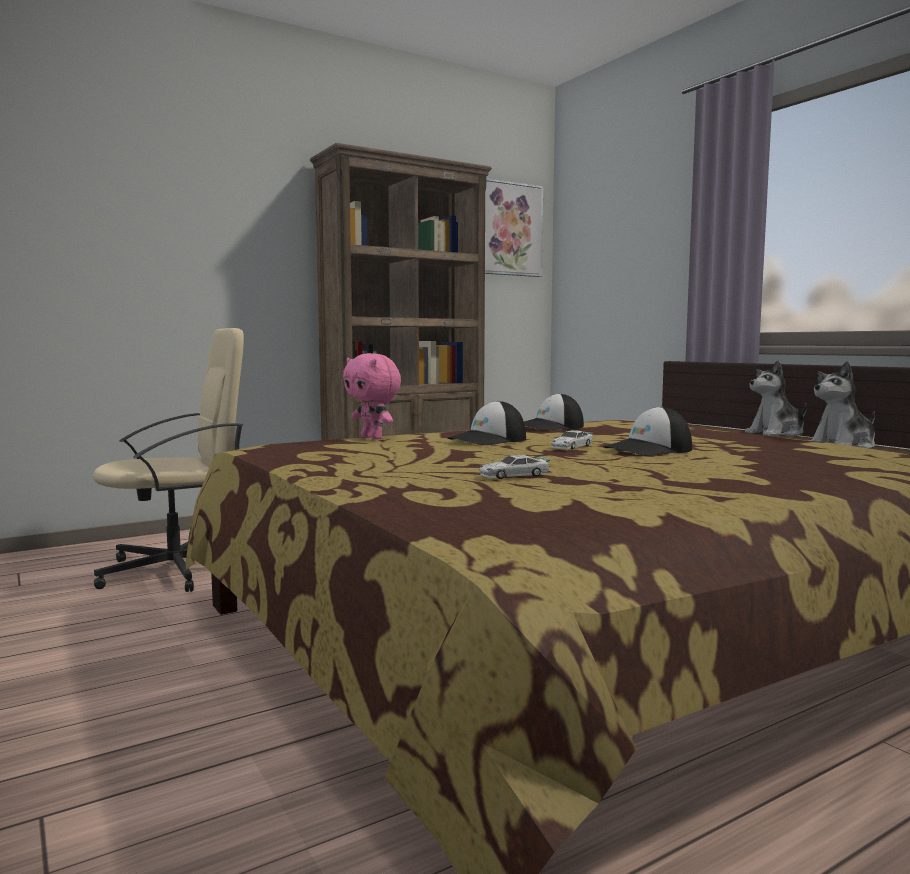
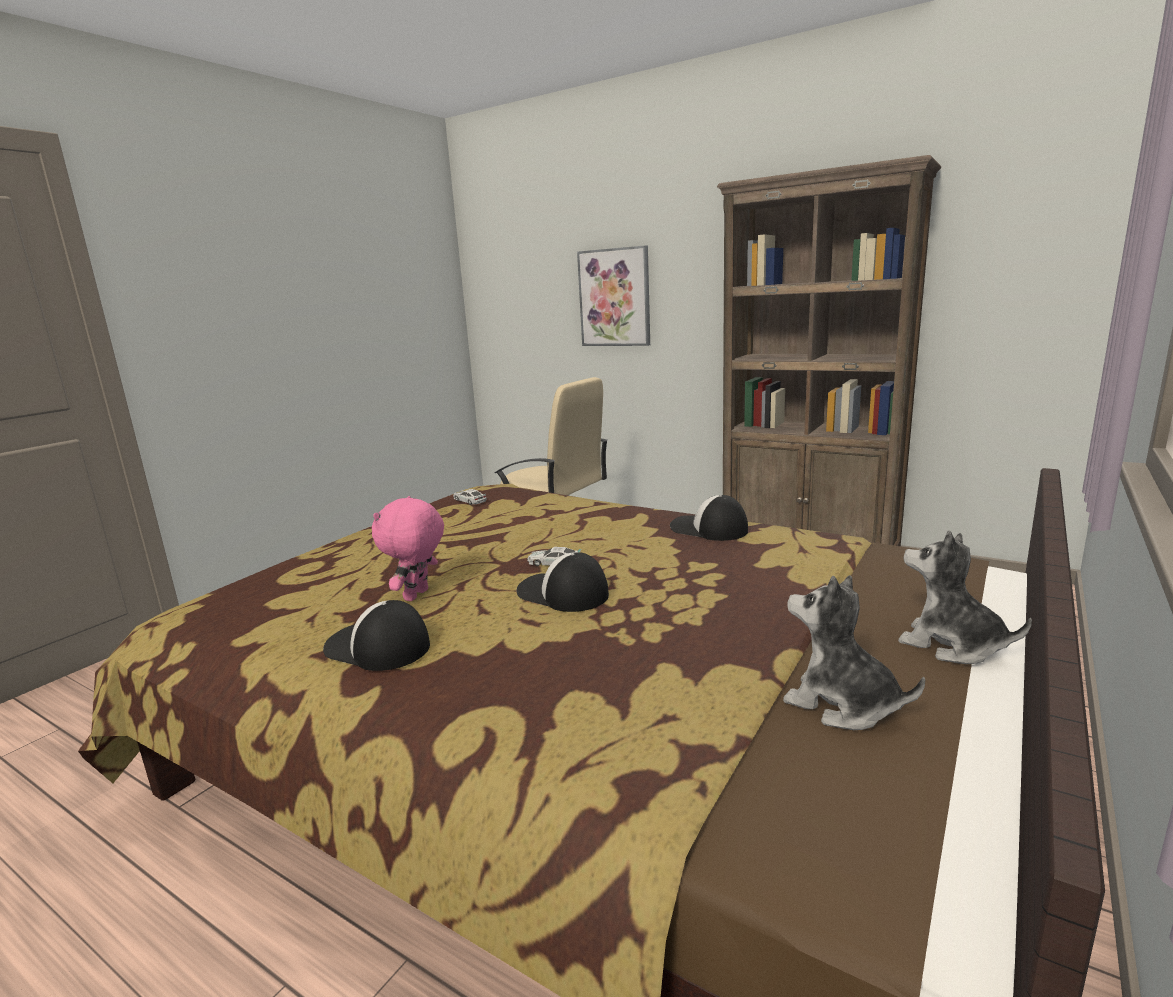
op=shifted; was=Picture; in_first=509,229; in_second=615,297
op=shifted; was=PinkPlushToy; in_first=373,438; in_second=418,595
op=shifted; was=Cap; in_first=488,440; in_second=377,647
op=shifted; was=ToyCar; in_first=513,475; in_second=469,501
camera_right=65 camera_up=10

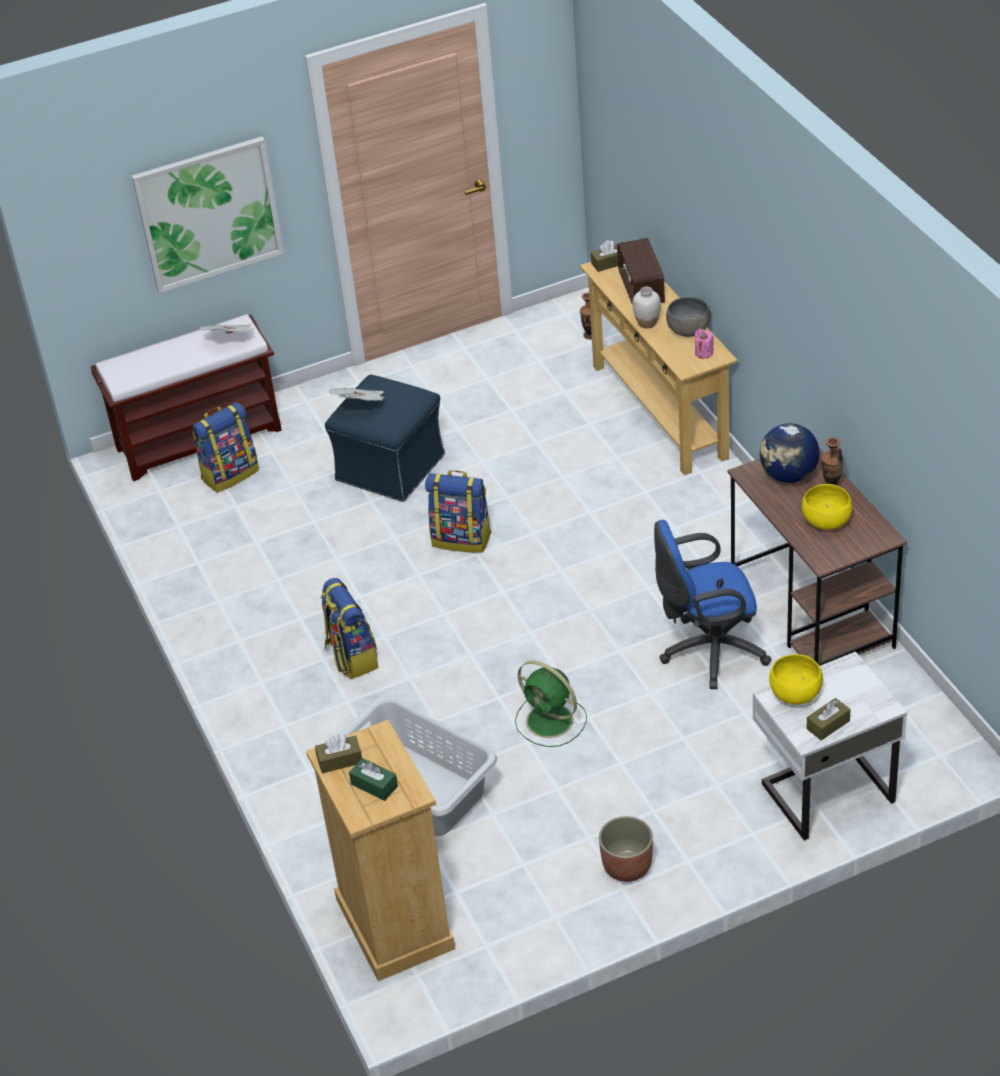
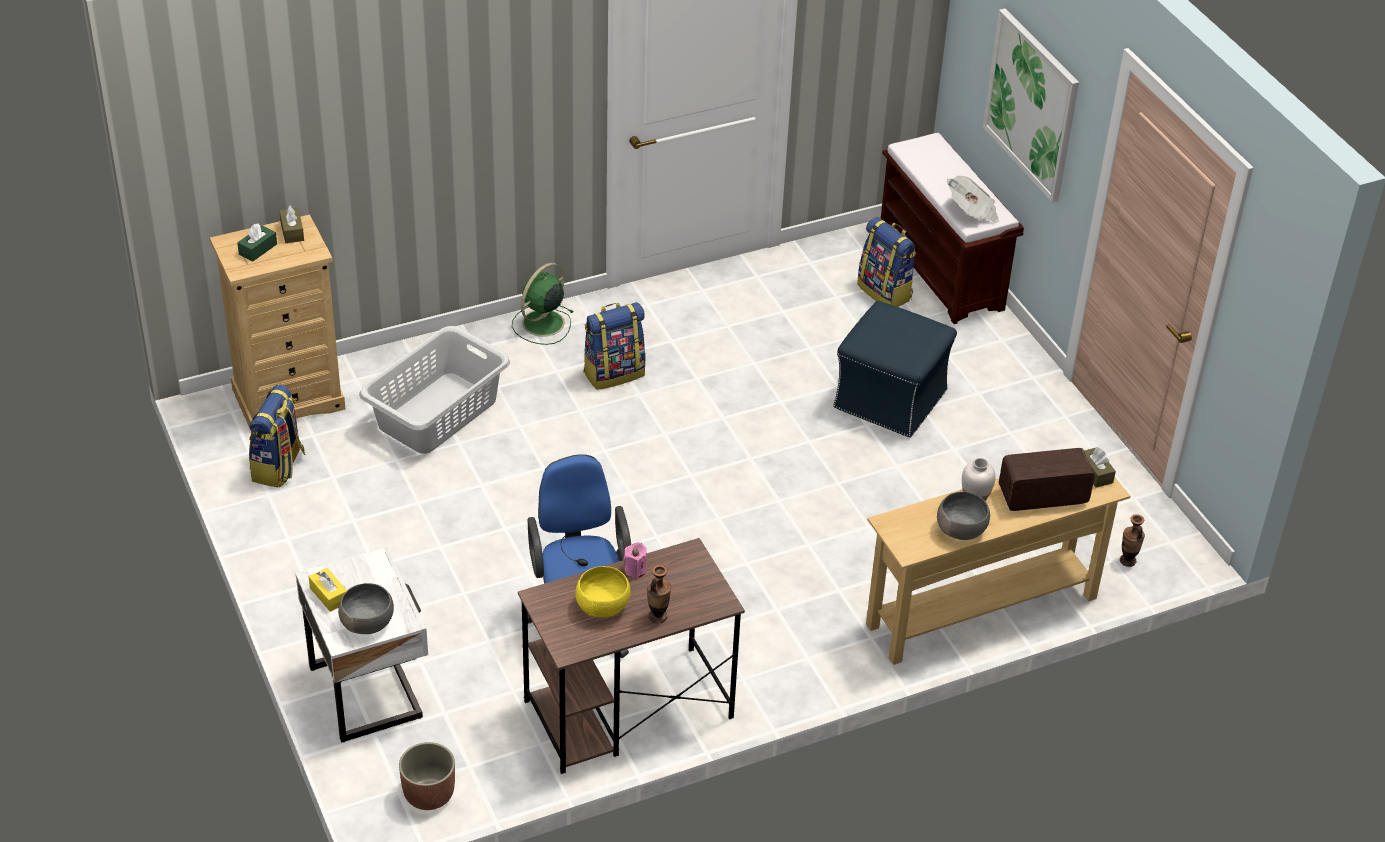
op=shifted; was=PinkCandle; in_first=704,353; in_second=635,570
op=gone; was=Newspaper; in_first=361,405
op=gone; was=Globe; in_first=788,475
op=shifted; was=Backpack; in_first=462,539; in_second=279,467
op=gone; was=YellowBowl; in_first=795,693
op=shifted; was=GreenFan; in_first=551,721; in_second=542,324
op=repainted; was=BrownTissueBox; now=YellowTissueBox; in_first=828,725; in_second=329,595
op=shifted; was=Planter; in_first=627,866; in_second=428,794
op=new; now=GreyBowl; in_second=367,623
camera_right=85 camera_up=0

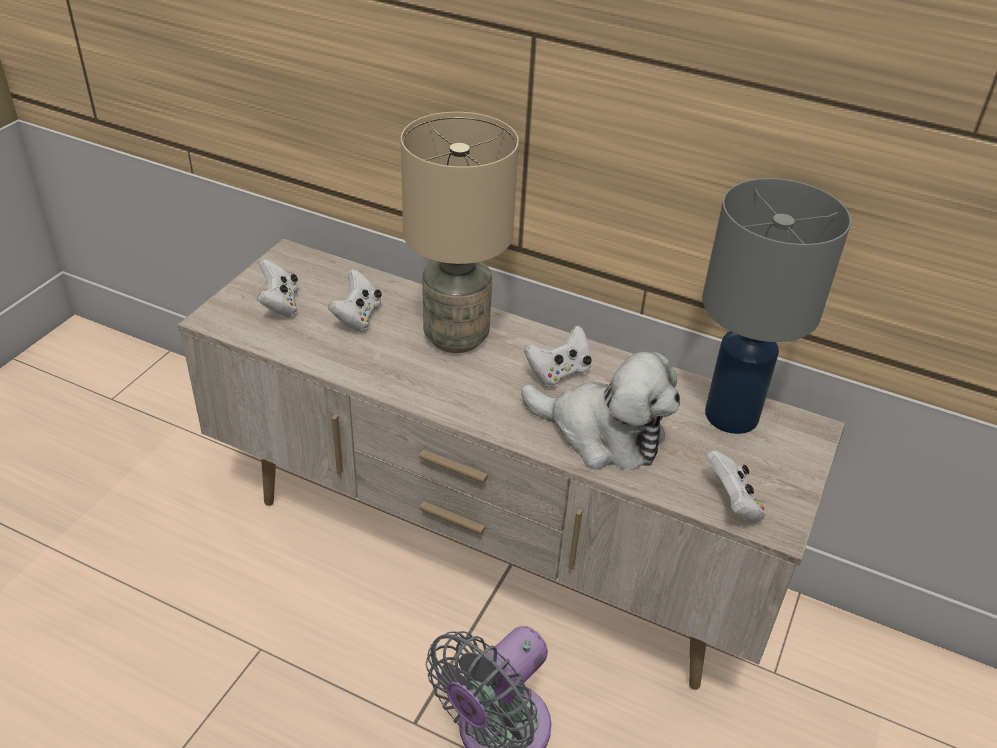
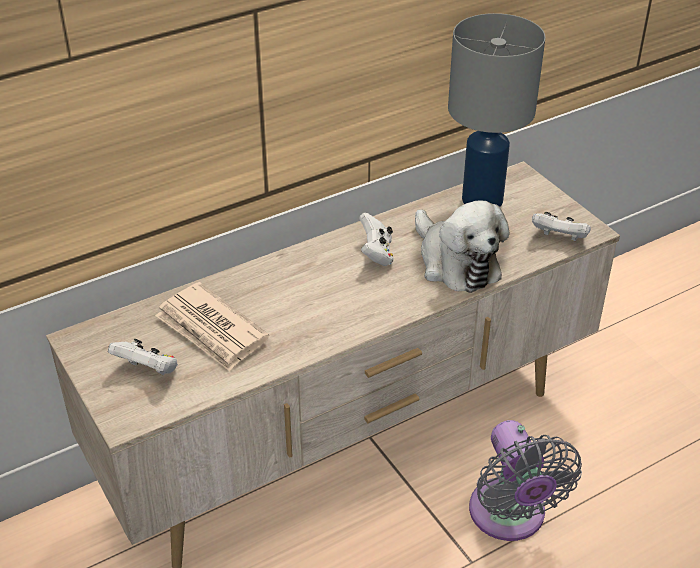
op=gone; was=BeigeTableLamp; in_first=456,335
op=swapped; was=WhiteGameController; now=Newspaper; in_first=357,317; in_second=211,330
op=rotated; was=PlushToy; in_first=602,434; in_second=455,262; clockwise=90
camera_right=-55 camera_up=0

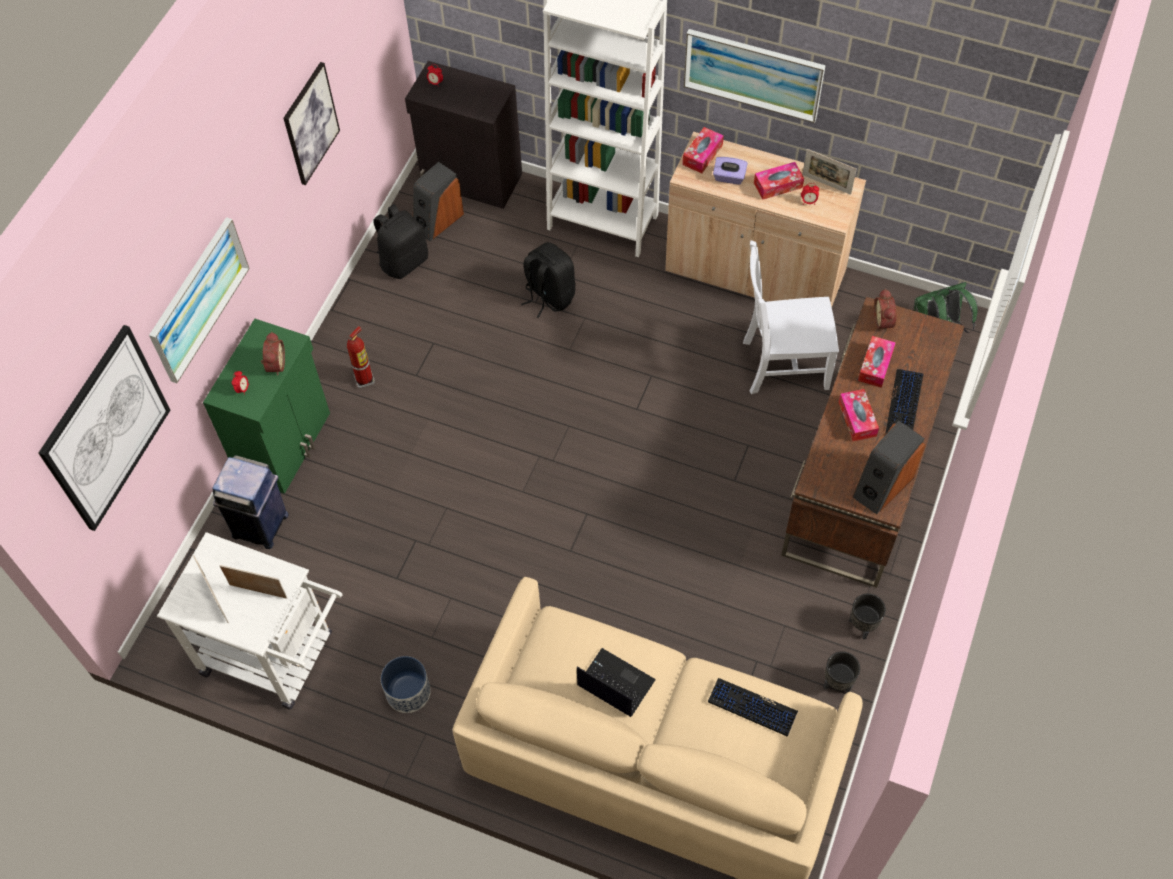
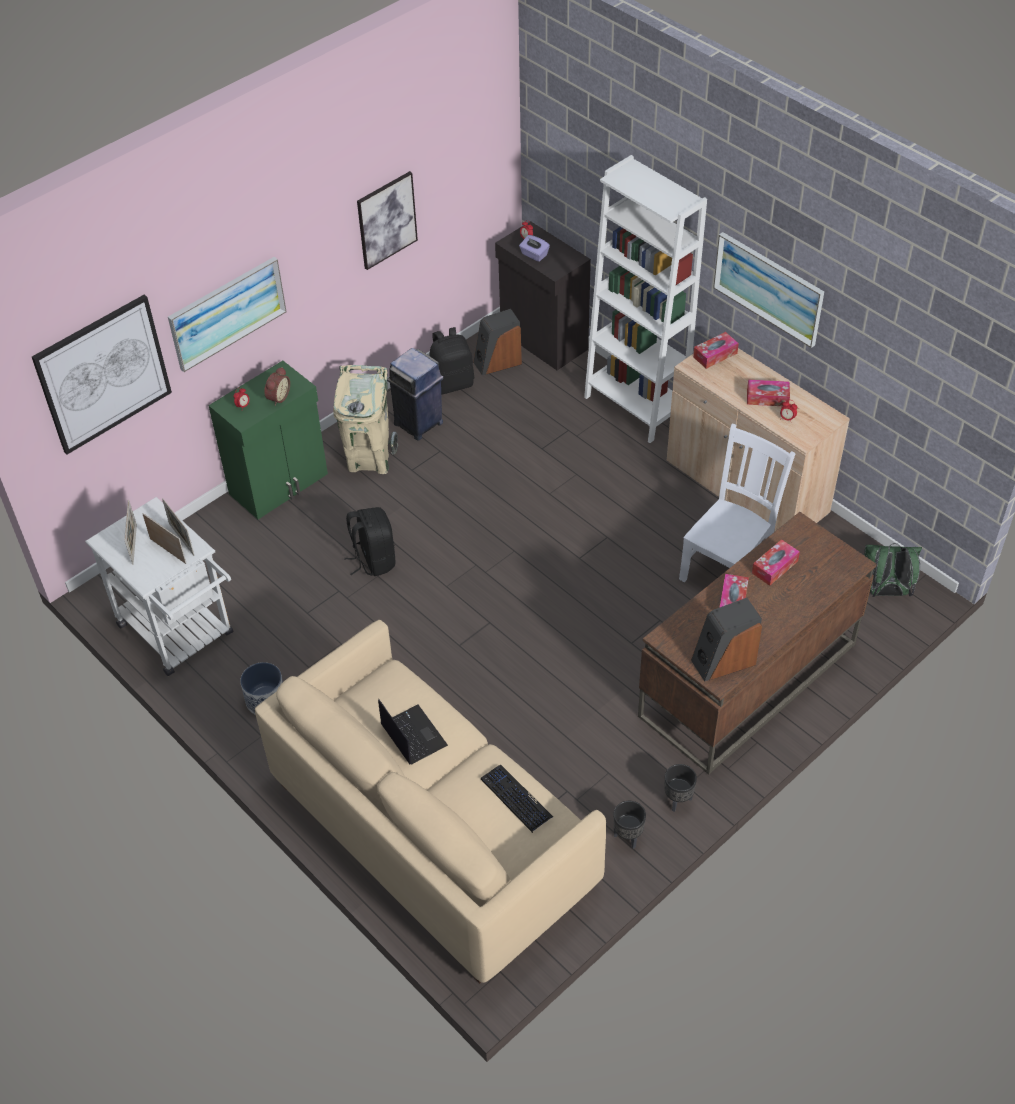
op=shifted; was=PictureFrame; in_first=826,184; in_second=181,539
op=shifted; was=PurpleTissueBox; in_first=729,177; in_second=534,255
op=rotated; was=WhiteChair; in_first=782,364; in_second=727,568; clockwise=105
op=shifted; was=BlackBackpack; in_first=549,296; in_second=373,560
op=gone; was=AlarmClock; in_first=884,321
op=swapped; was=FireExtinguisher; now=BeigeTrashCan; in_first=365,379; in_second=369,459
op=gone; was=Keyboard; in_first=904,404
op=shifted; was=BlueTrashCan; in_first=261,526; in_second=419,424
camera_right=25 camera_up=-10

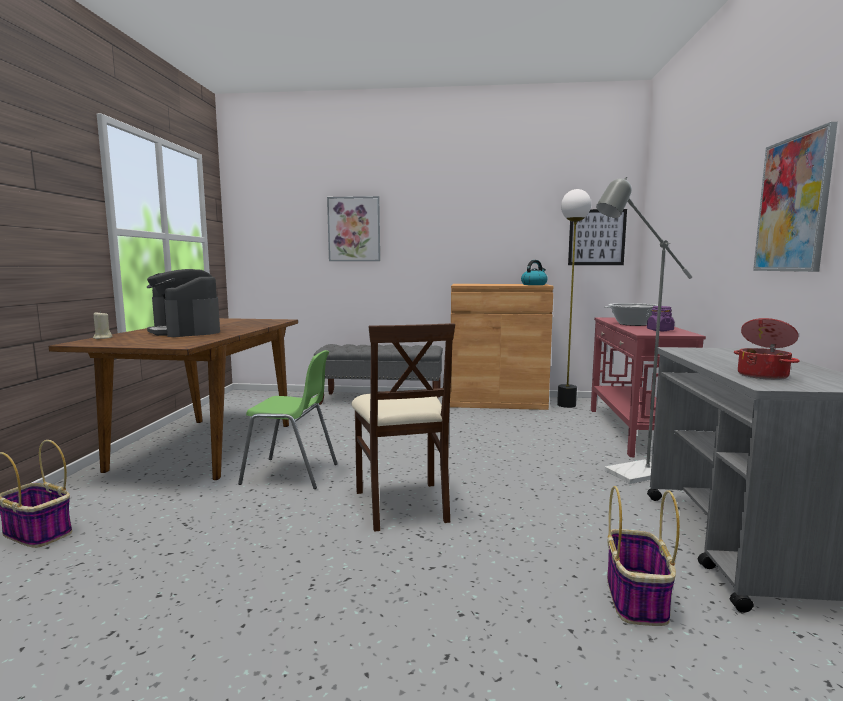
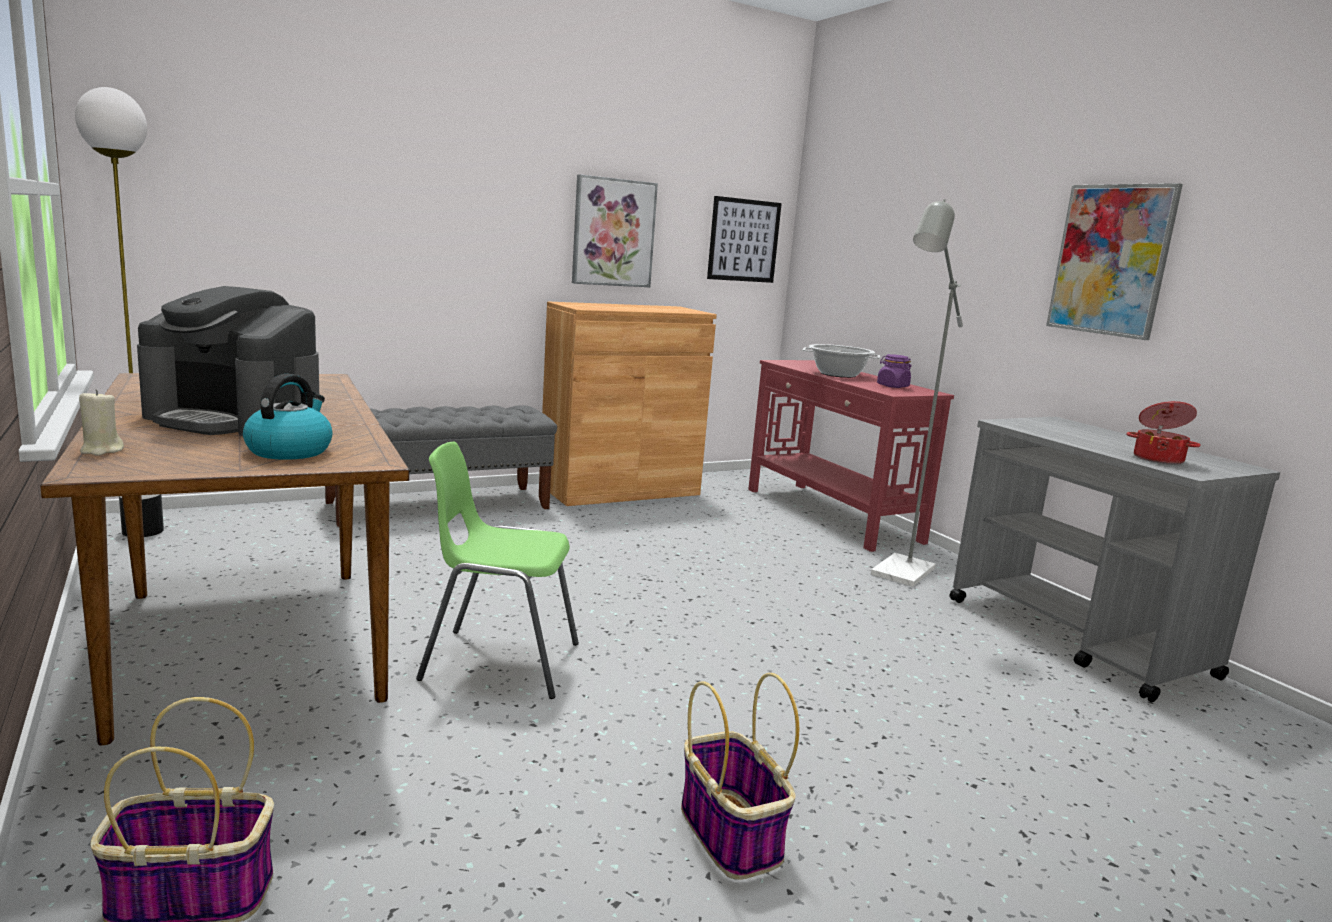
op=shifted; was=FloorLamp; in_first=566,405; in_second=143,531
op=shifted; was=Picture; in_first=354,229; in_second=613,232
op=shifted; was=Kettle; in_first=534,284; in_second=290,451
op=gone; was=BeigeChair; in_first=402,504
op=rotated; was=GreenChair; in_first=291,474; in_second=499,661; clockwise=-150
op=shifted; was=Basket; in_first=637,599; in_second=732,835
camera_right=-35 camera_up=5

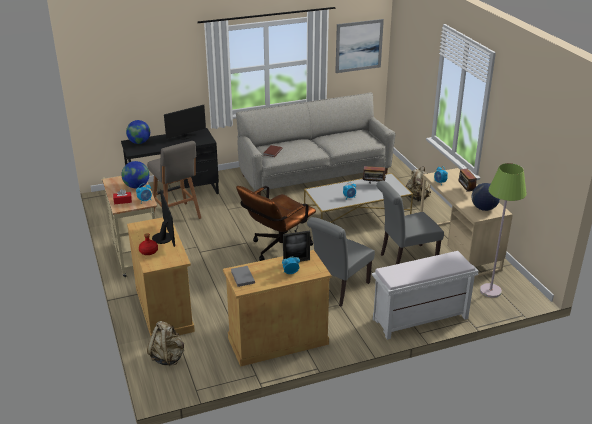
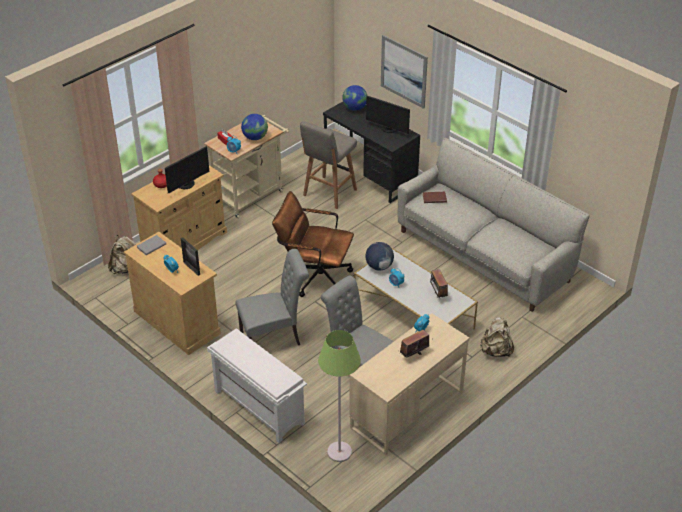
op=shifted; was=Picture; in_first=359,46; in_second=404,71
op=shifted; was=Globe; in_first=483,208; in_second=379,266
op=rotated; was=GreyChair; in_first=338,289; in_second=274,338; clockwise=150
camera_right=65 camera_up=10

